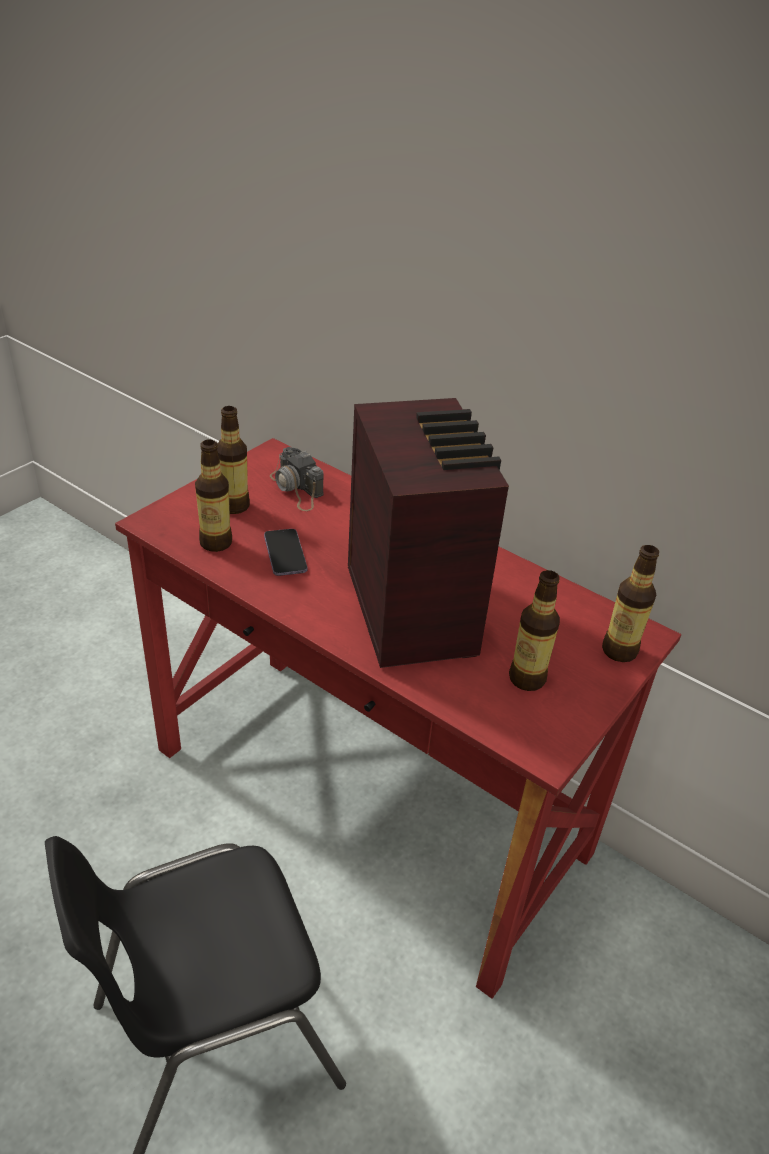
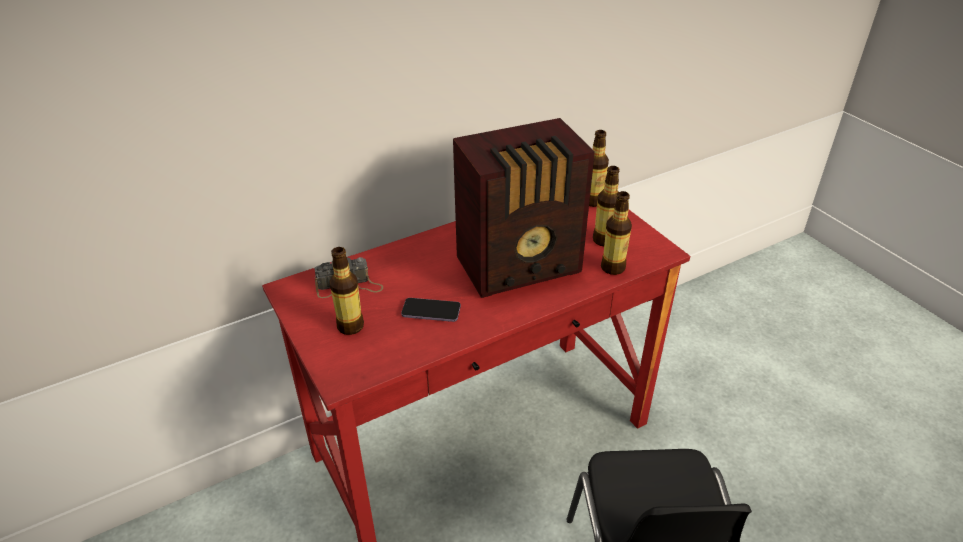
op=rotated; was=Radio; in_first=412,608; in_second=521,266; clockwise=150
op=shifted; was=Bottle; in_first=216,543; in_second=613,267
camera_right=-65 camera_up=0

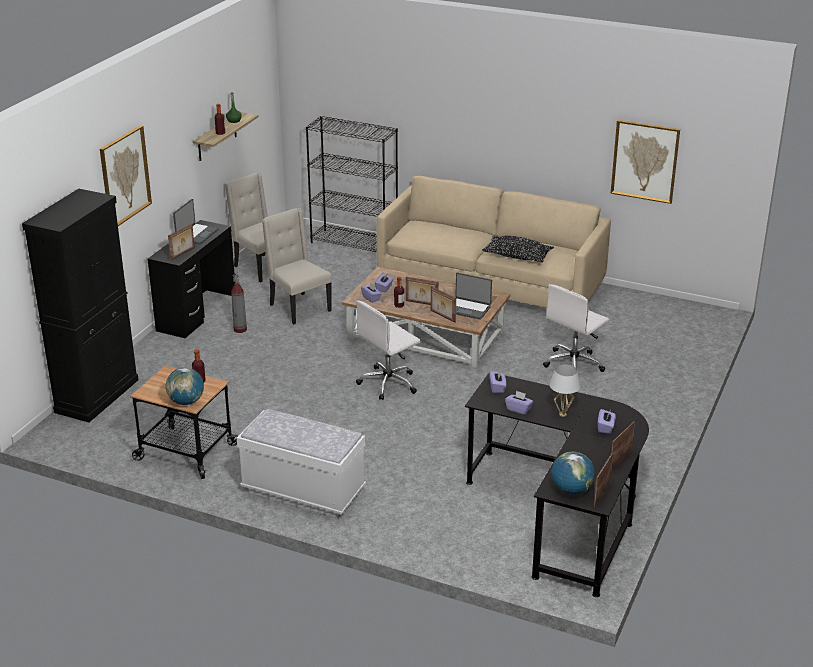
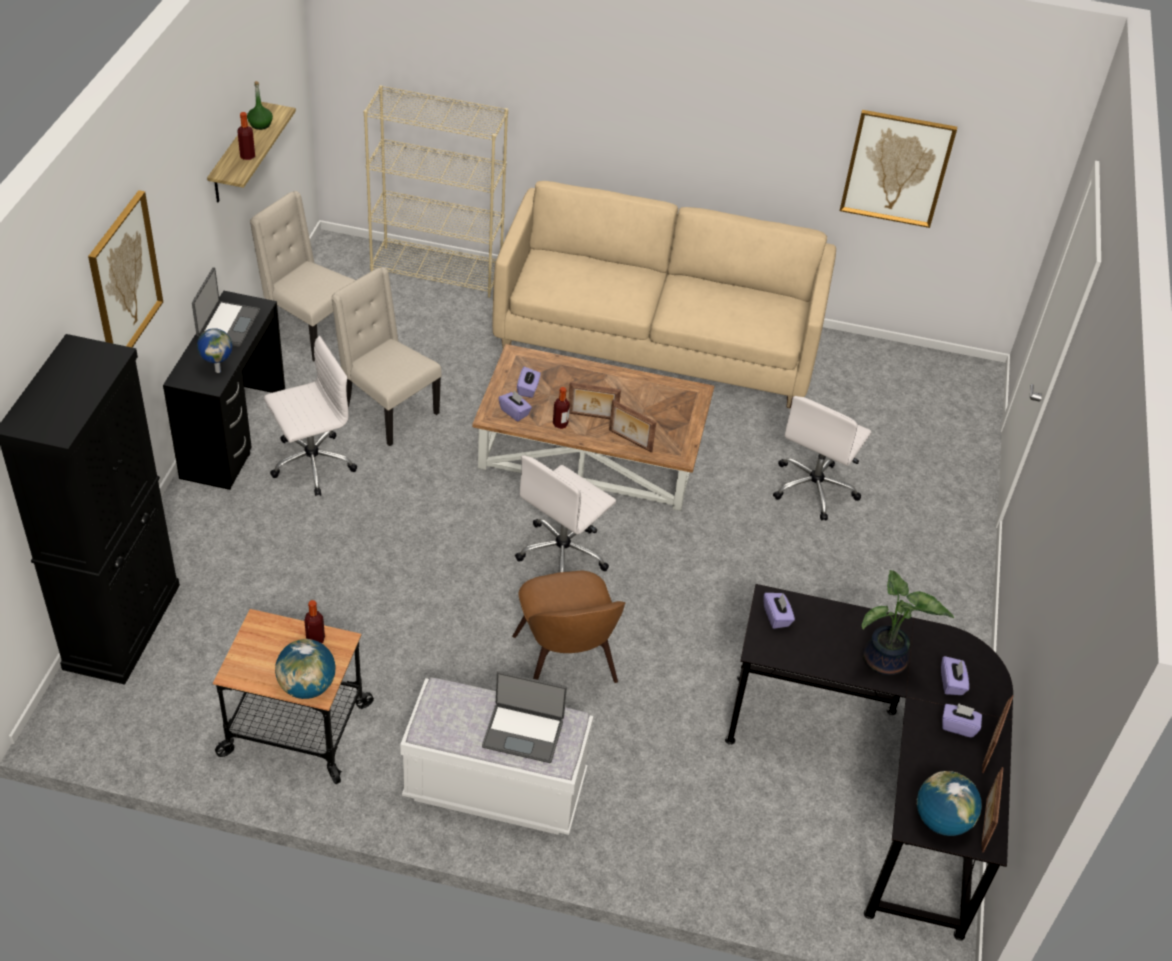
op=repainted; was=BlackBookcase; now=BeigeBookcase; in_first=355,244; in_second=437,271
op=swapped; was=PictureFrame; now=Globe; in_first=183,254; in_second=218,370
op=gone; was=BlackPillow; in_first=517,256
op=swapped; was=FireExtinguisher; now=WhiteOfficeChair; in_first=240,329; in_second=311,464
op=shifted; was=Laptop; in_first=468,309; in_second=523,732
op=swapped; was=WhiteTableLamp; now=PottedPlant; in_first=562,414; in_second=884,662
op=shifted; was=PurpleTissueBox; in_first=518,409; in_second=958,726
op=new; now=BrownChair; in_second=565,662
camera_right=-15 camera_up=15

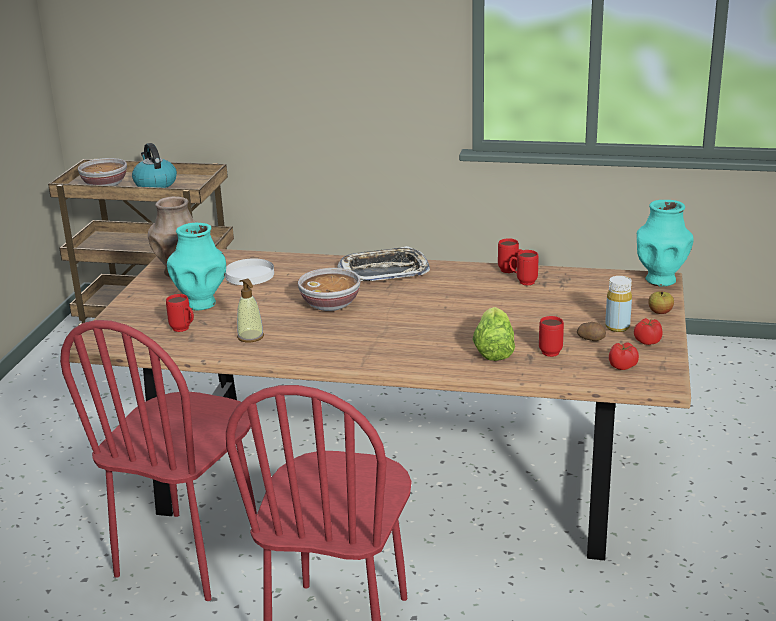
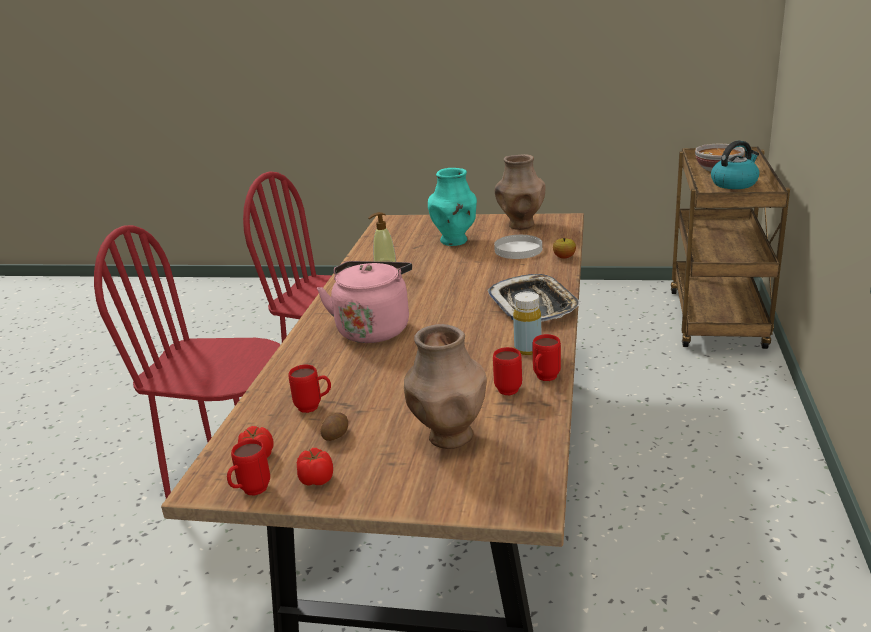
op=gone; was=TurquoiseVase; in_first=660,280
op=gone; was=Bowl; in_first=331,304
op=shifted; was=YellowBottle; in_first=617,327; in_second=528,349
op=shifted; was=Apple; in_first=660,312; in_second=564,257
op=shifted; was=RedMug; in_first=184,330; in_second=250,492
op=gone; was=Lettuce; in_first=493,349
op=new; now=PinkKettle; in_second=374,328
op=new; now=BrownVase; in_second=449,437
camera_right=90 camera_up=0

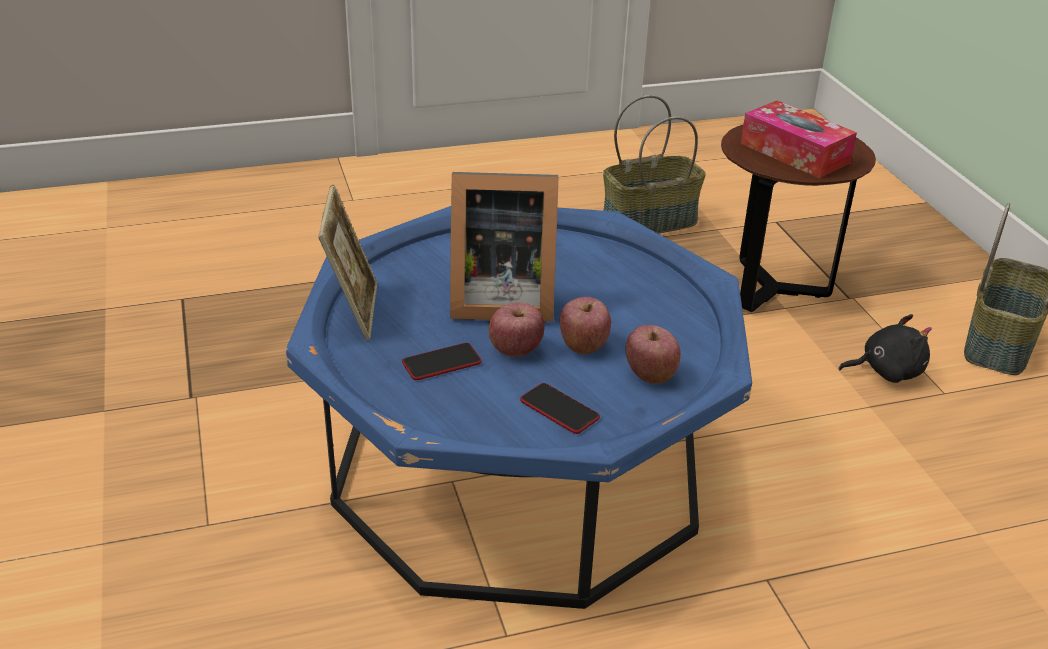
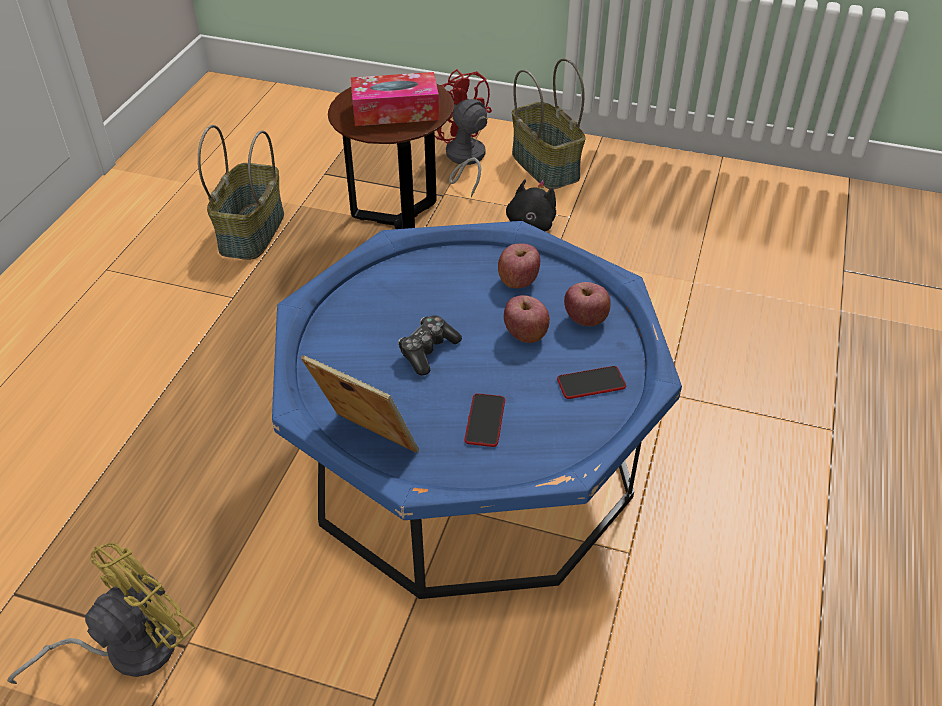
op=swapped; was=PictureFrame; now=GameController; in_first=498,299; in_second=428,351
op=shifted; was=Apple; in_first=515,349; in_second=518,281
op=new; now=RedFan; in_second=463,160
op=new; now=YellowFan; in_second=127,648
camera_right=-55 camera_up=10

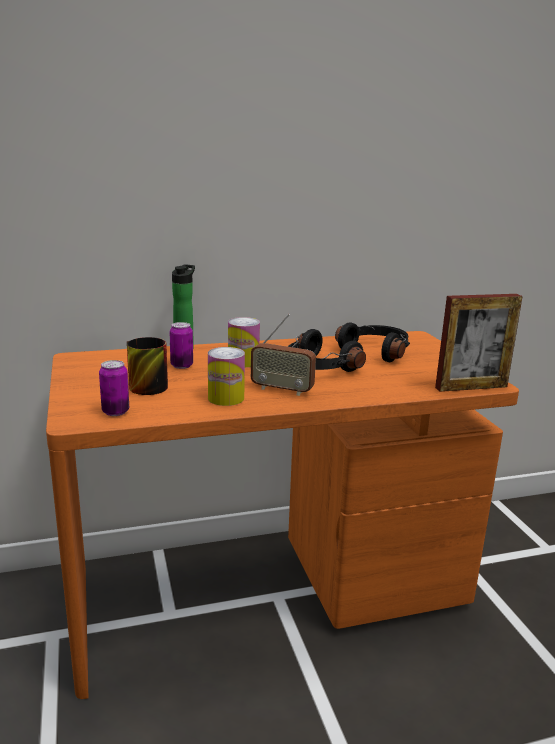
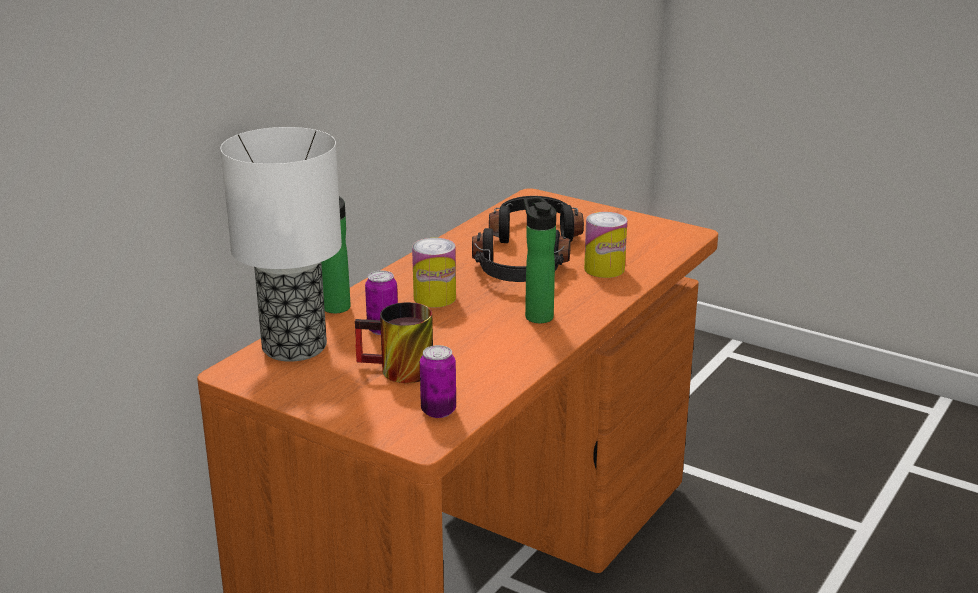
op=gone; was=PictureFrame; in_first=471,387
op=swapped; was=Radio; now=Bottle; in_first=282,390; in_second=537,315
op=shifted; was=Can; in_first=226,398; in_second=604,269
op=new; now=TableLamp; in_second=292,347
camera_right=-40 camera_up=5

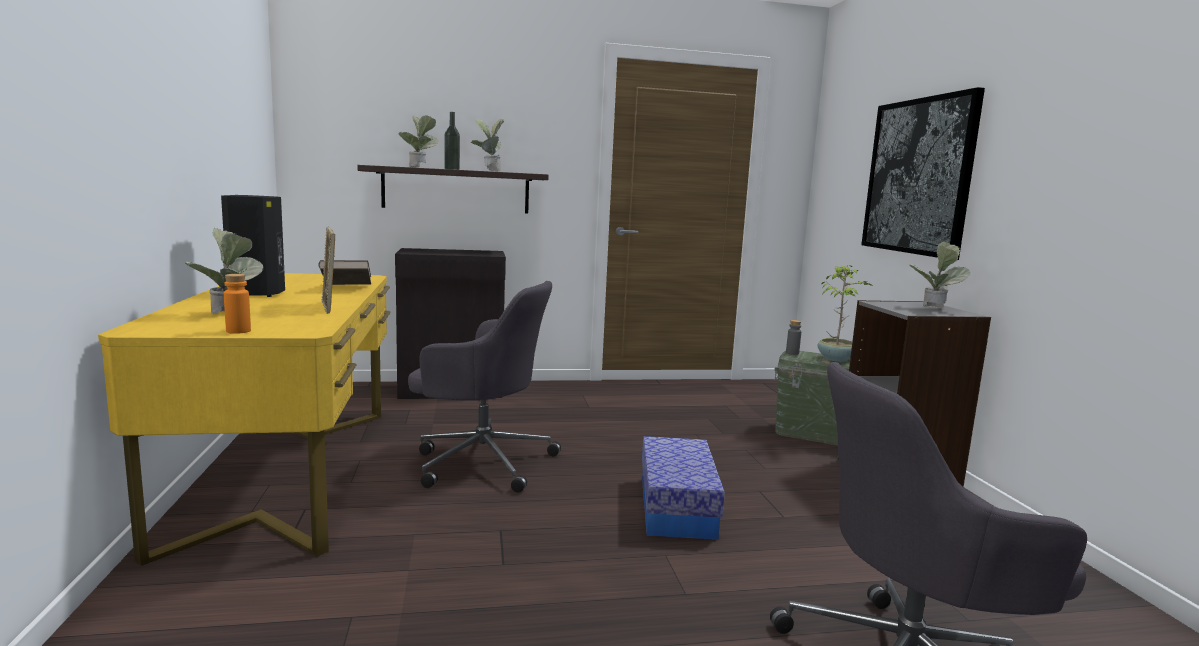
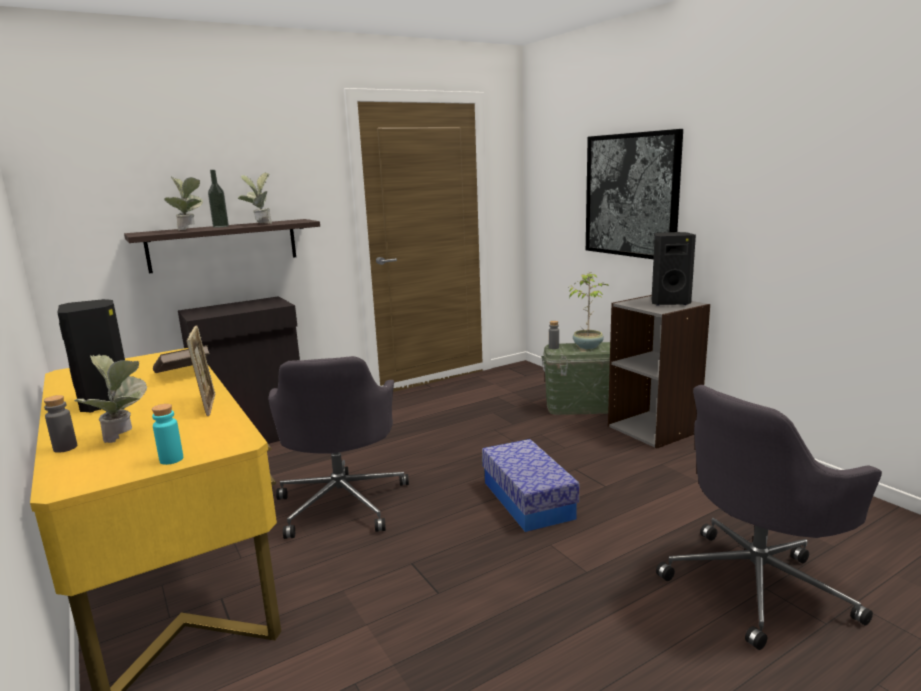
op=rotated; was=PictureFrame; in_first=329,307; in_second=208,405; clockwise=-150
op=swapped; was=PottedPlant; now=BlackSpeaker; in_first=934,309; in_second=669,302
op=repainted; was=OrangeBottle; now=TurquoiseBottle; in_first=238,331; in_second=171,459
op=rotated; was=GreyOfficeChair; in_first=481,461; in_second=342,502; clockwise=90
op=new; now=GreyBottle; in_second=65,448
camera_right=-20 camera_up=5

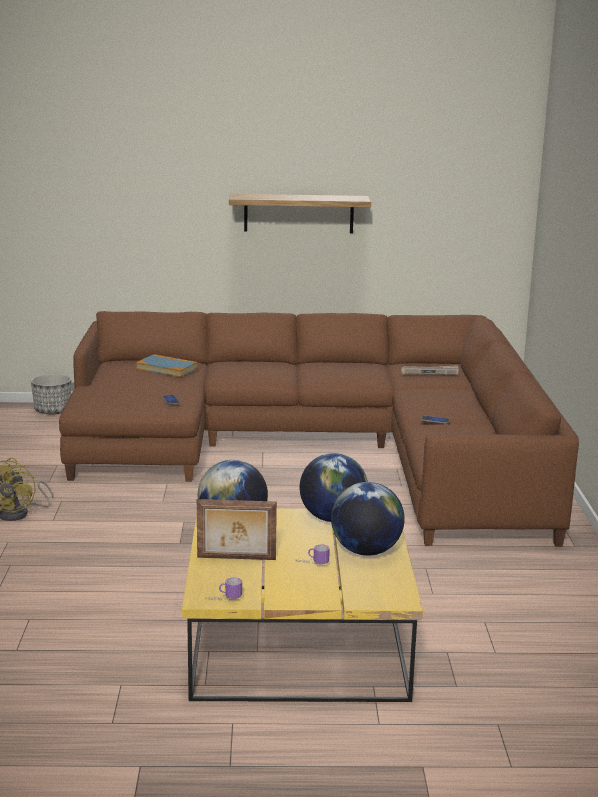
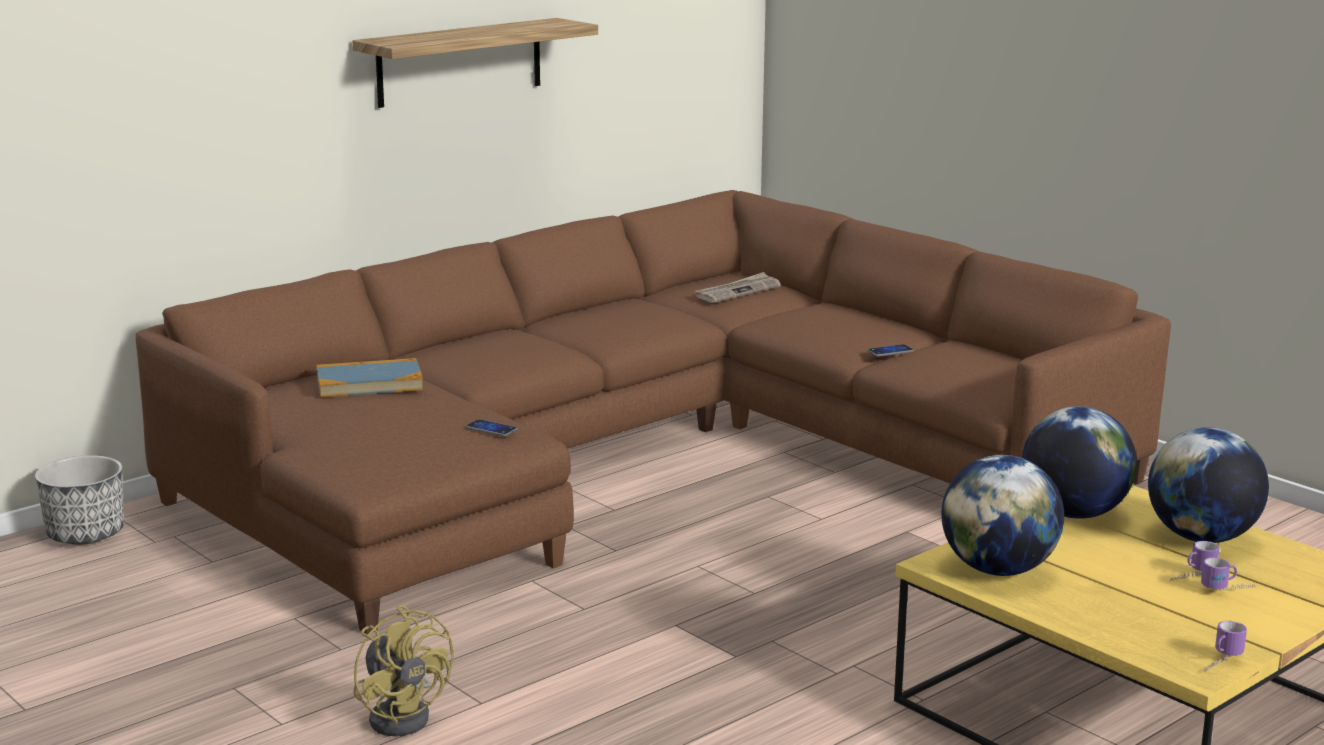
op=gone; was=PictureFrame; in_first=236,559
op=new; now=Mug; in_second=1228,590
camera_right=-40 camera_up=0

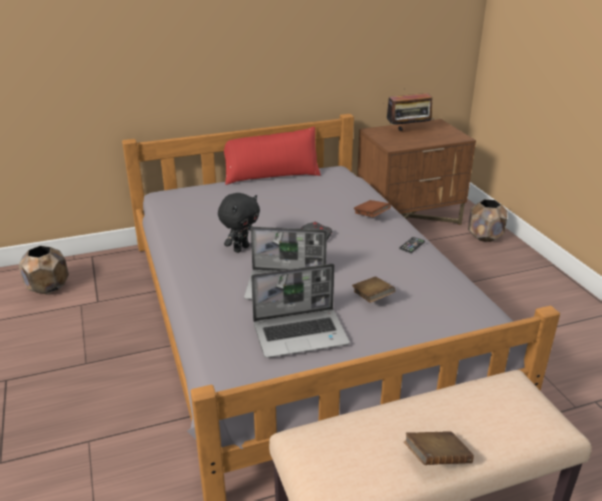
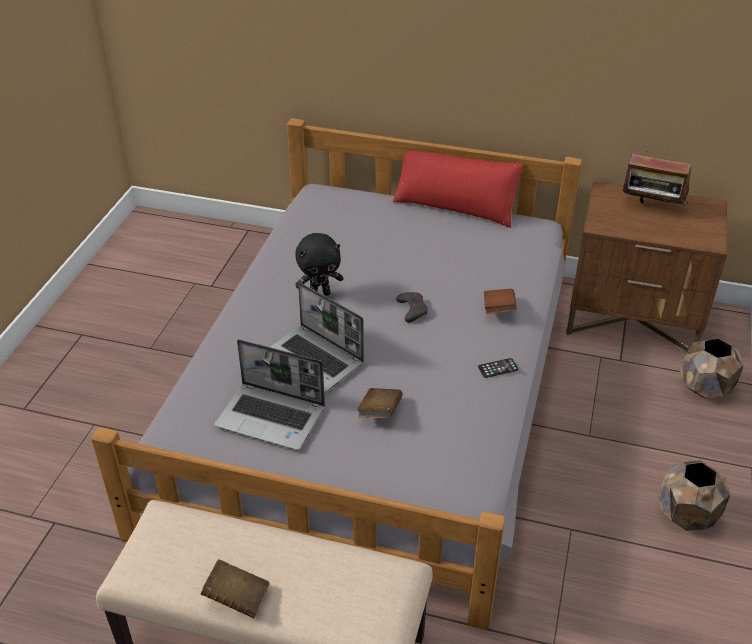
op=shifted; was=BrownPlanter; in_first=48,288; in_second=686,515
camera_right=35 camera_up=10

